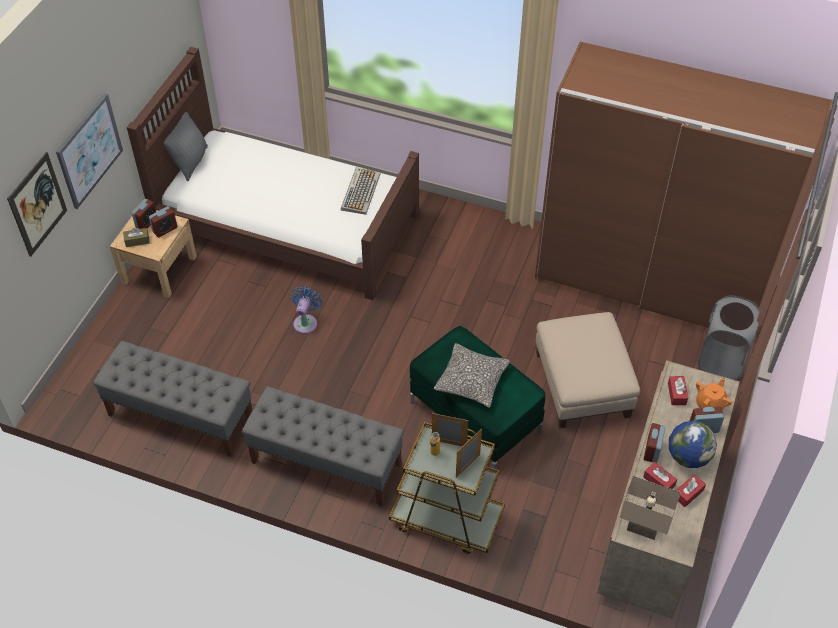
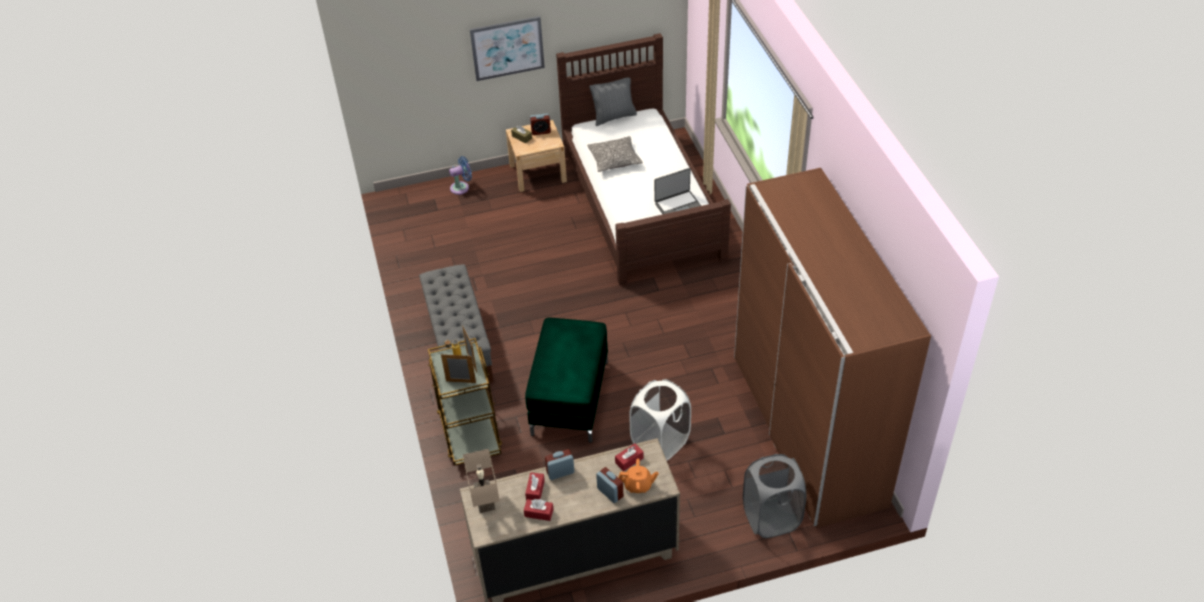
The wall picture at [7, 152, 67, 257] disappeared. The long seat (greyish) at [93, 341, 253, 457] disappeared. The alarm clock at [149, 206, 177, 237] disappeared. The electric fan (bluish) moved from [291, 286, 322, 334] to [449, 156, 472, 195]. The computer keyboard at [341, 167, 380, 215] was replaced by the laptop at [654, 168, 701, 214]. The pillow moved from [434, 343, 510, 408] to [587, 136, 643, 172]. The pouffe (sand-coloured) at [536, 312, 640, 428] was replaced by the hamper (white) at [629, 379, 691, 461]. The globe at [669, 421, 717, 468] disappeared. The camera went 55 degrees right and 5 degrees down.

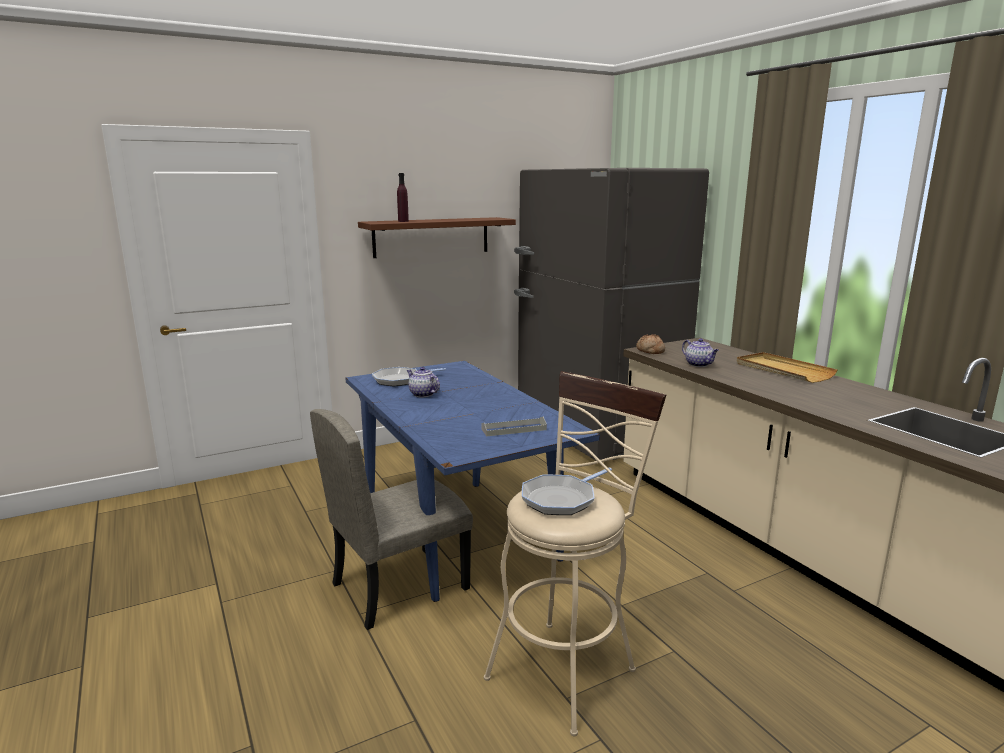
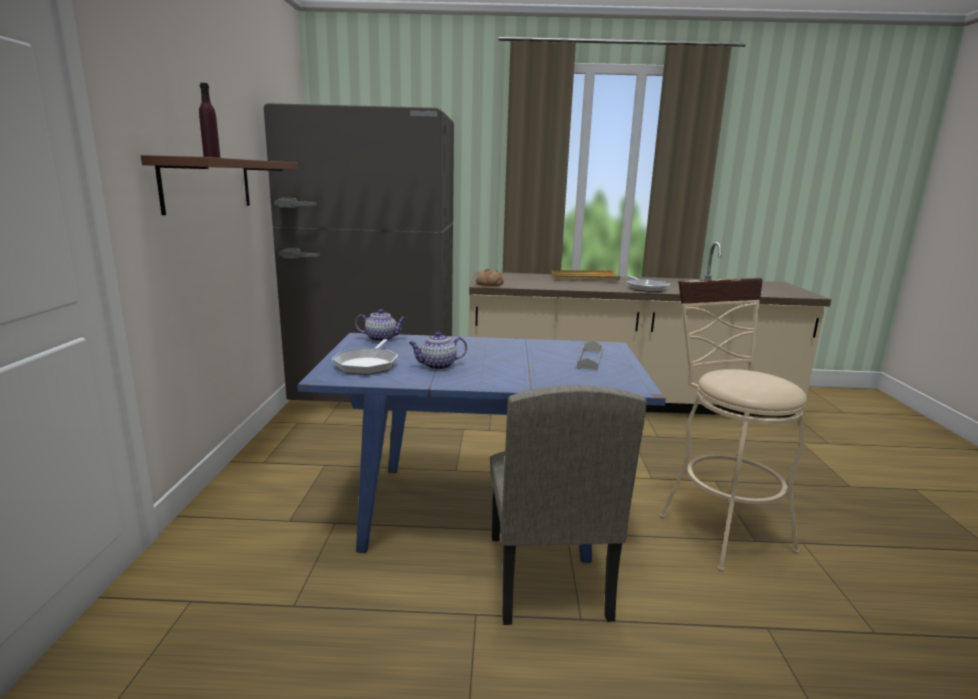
The frying pan moved from [522, 467, 612, 515] to [627, 275, 670, 292]. The teapot moved from [682, 338, 719, 367] to [355, 309, 406, 342]. The camera went 60 degrees left and 0 degrees up.

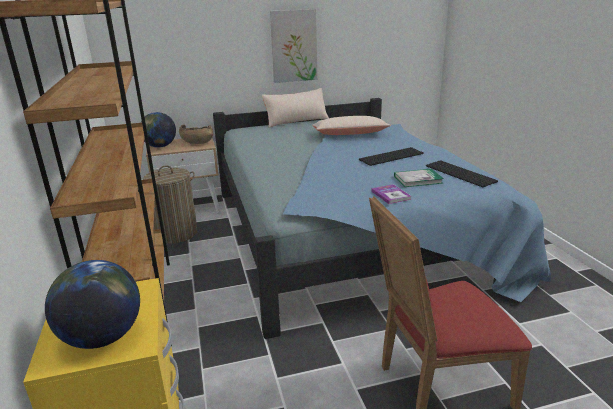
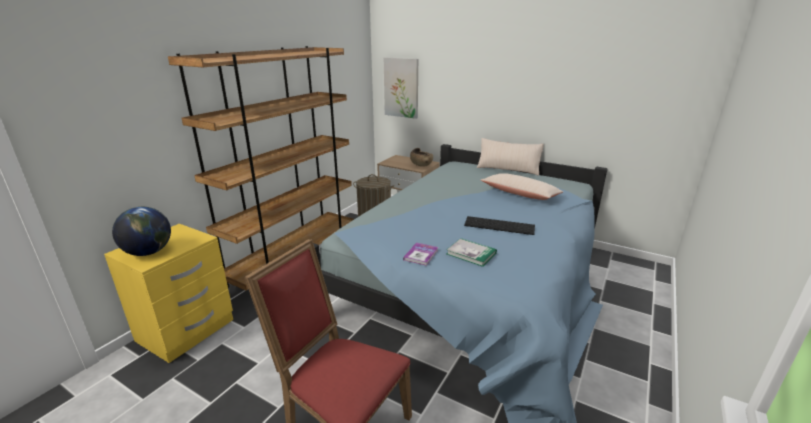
The globe at [140, 112, 176, 148] disappeared. The wall picture moved from [270, 9, 317, 83] to [384, 58, 418, 119]. The computer keyboard at [426, 160, 498, 187] disappeared. The camera went 45 degrees right and 0 degrees up.

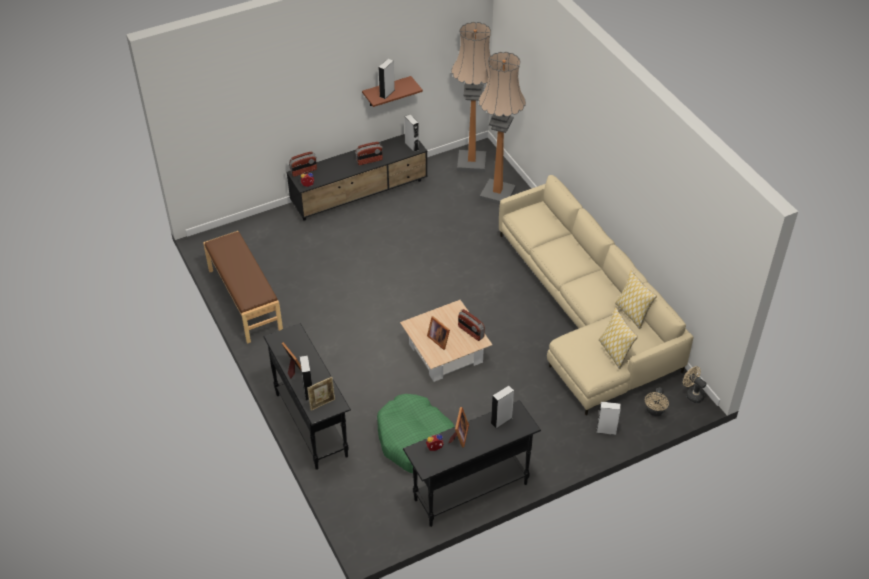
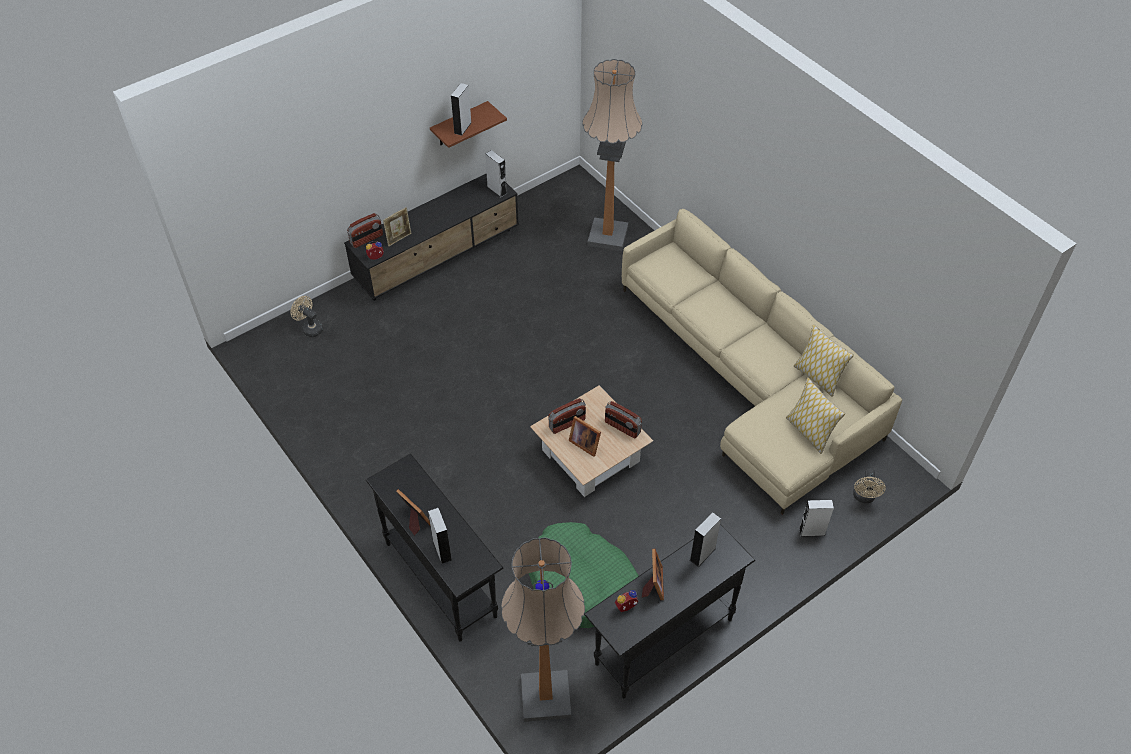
The long seat (brown-coloured) at [203, 231, 283, 344] disappeared. The photo frame moved from [307, 377, 335, 411] to [383, 207, 411, 246]. The radio moved from [355, 142, 383, 165] to [548, 398, 586, 434]. The standard lamp moved from [451, 22, 491, 173] to [501, 538, 585, 722]. The electric fan (sand-coloured) moved from [683, 366, 706, 403] to [290, 296, 323, 337]. The camera went 10 degrees left and 5 degrees up.

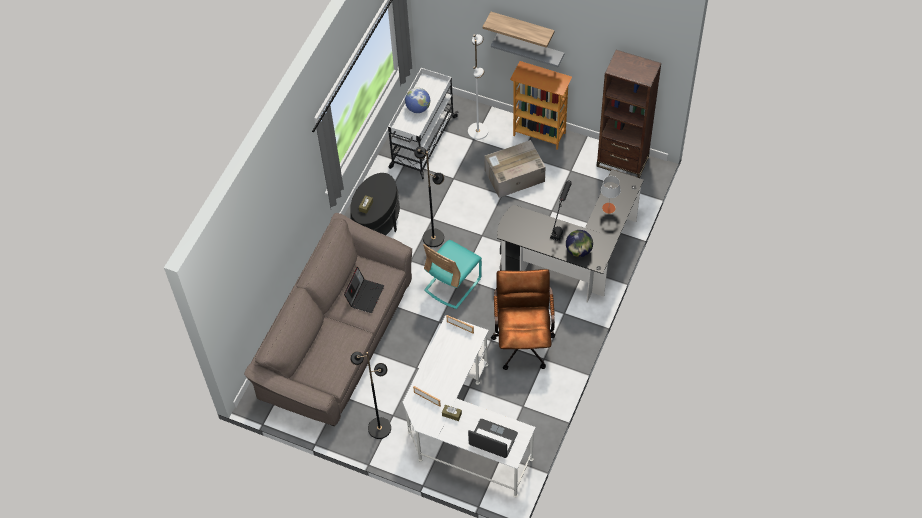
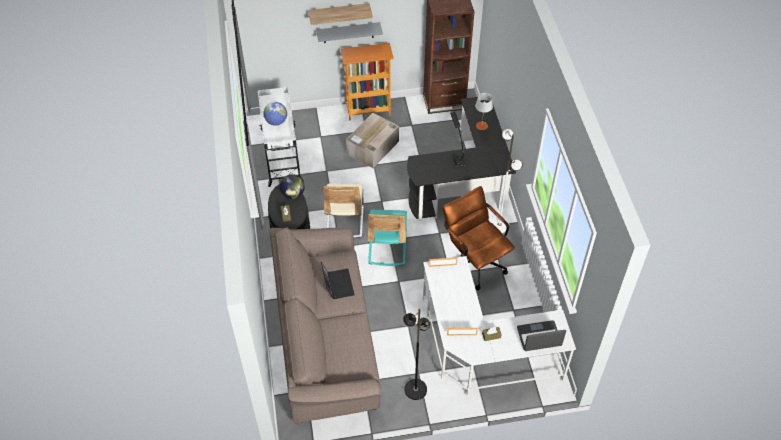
The standard lamp (black-coloured) at [414, 147, 444, 247] was replaced by the chair (sand-coloured) at [323, 183, 364, 238]. The standard lamp (white) moved from [468, 34, 488, 140] to [490, 129, 523, 233]. The globe moved from [566, 230, 593, 257] to [280, 174, 305, 199]. The camera went 35 degrees left and 5 degrees down.

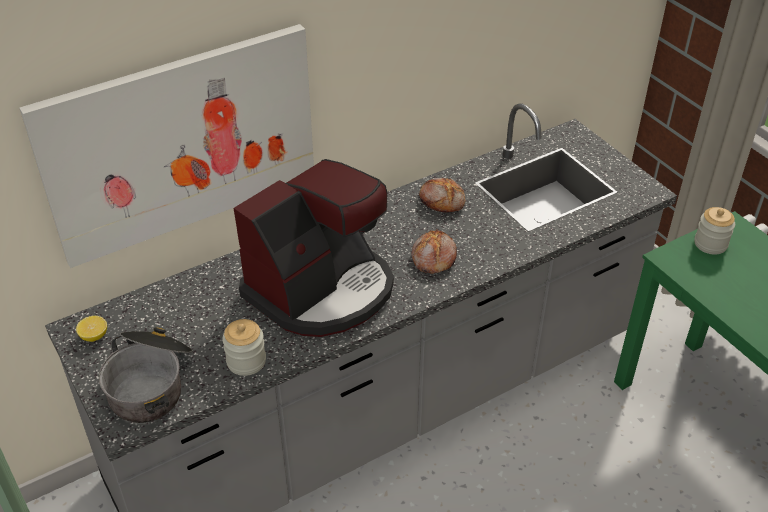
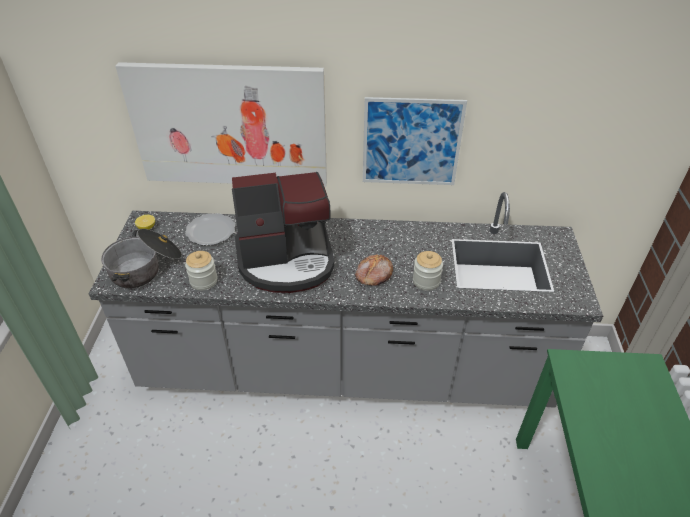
The bakery bread at [419, 178, 465, 213] disappeared. The storage jar moved from [695, 207, 735, 255] to [413, 251, 443, 291]. The plate at [185, 213, 235, 245] appeared. The wall picture at [363, 97, 467, 185] appeared. The camera went 35 degrees right and 0 degrees up.

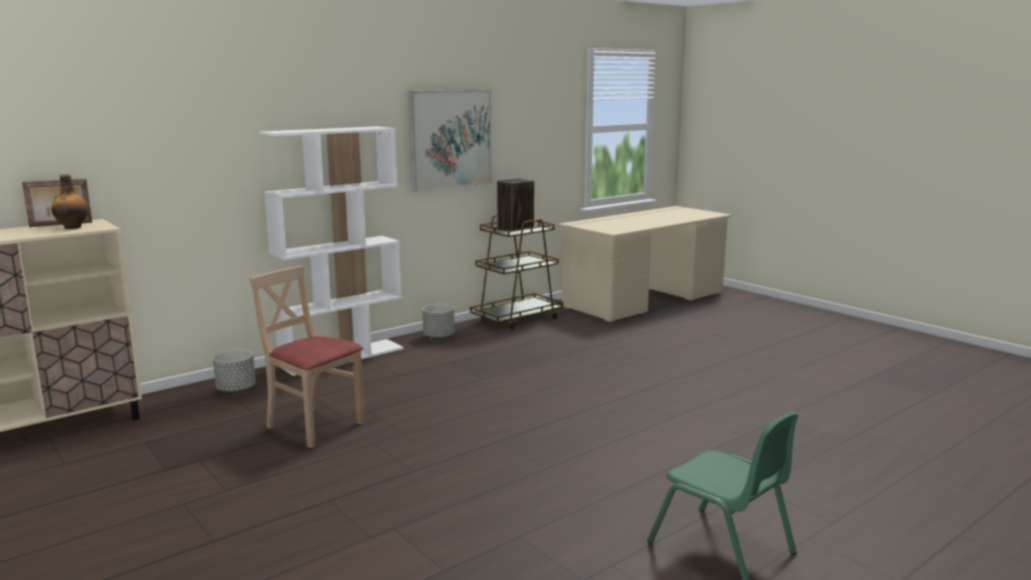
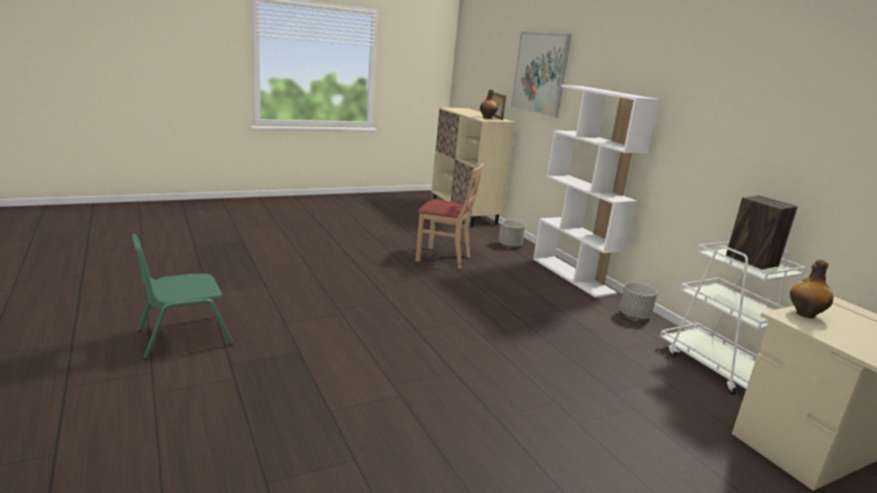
The chair (sand-coloured) at [250, 266, 365, 448] turned 60 degrees clockwise. The wall picture moved from [408, 90, 492, 192] to [511, 32, 571, 118]. The cart (brown-coloured) at [470, 215, 563, 330] became the cart (white) at [660, 241, 806, 395]. The beverage bottle at [790, 260, 833, 318] appeared. The camera went 100 degrees right and 5 degrees up.

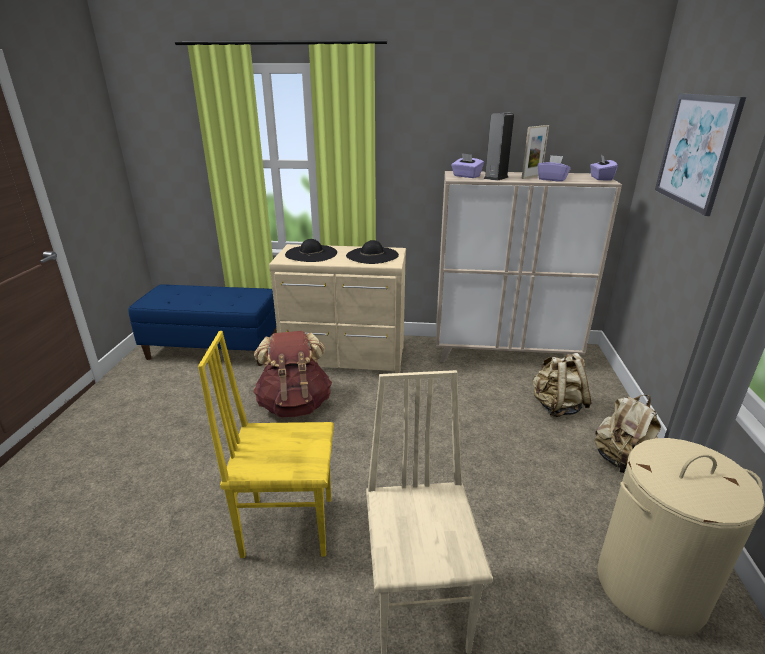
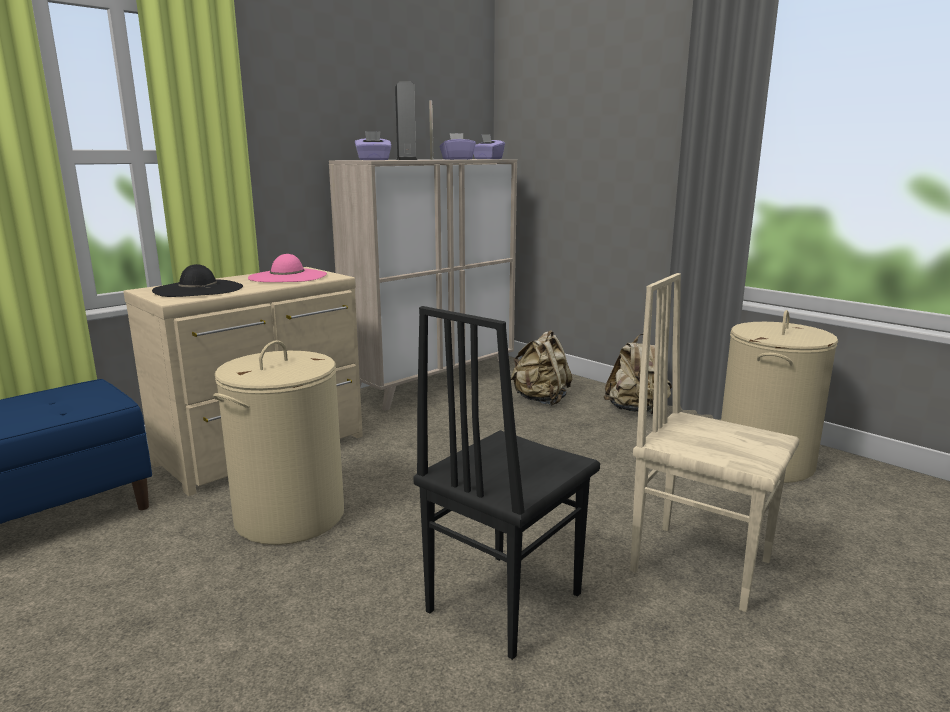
The chair (yellow) at [198, 331, 334, 558] became the chair (black-coloured) at [413, 306, 600, 660]. The backpack (brown-coloured) at [253, 331, 332, 417] was replaced by the hamper (sand-coloured) at [213, 340, 344, 545]. The hat (black-coloured) at [346, 240, 399, 264] became the hat (pinkish) at [248, 254, 327, 282]. The wall picture at [655, 93, 746, 216] disappeared. The camera went 50 degrees left and 10 degrees down.

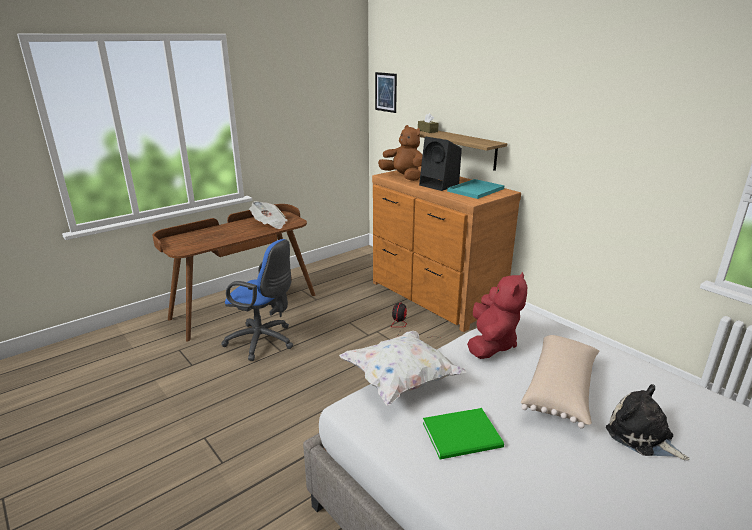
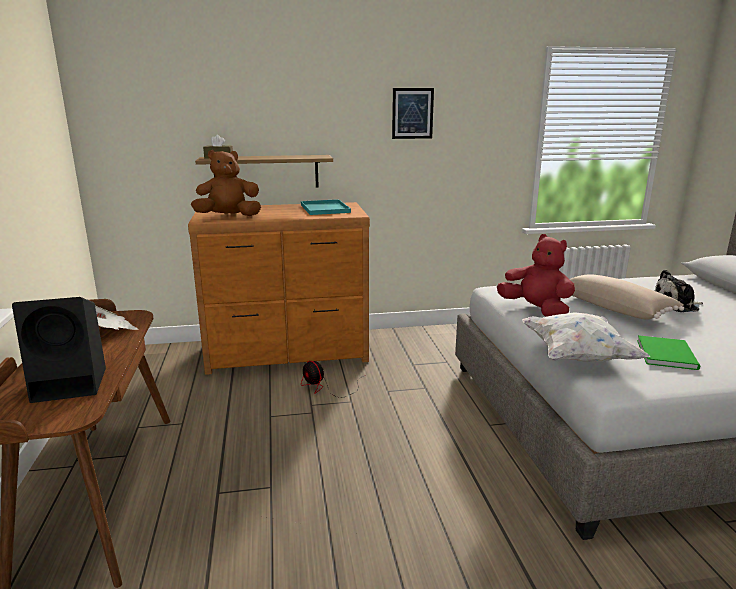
The desk chair (bluish) at [222, 239, 293, 361] disappeared. The wall picture moved from [375, 72, 397, 113] to [392, 88, 434, 139]. The audio speaker (black-coloured) moved from [419, 136, 462, 191] to [12, 297, 106, 403]. The camera went 60 degrees left and 5 degrees down.

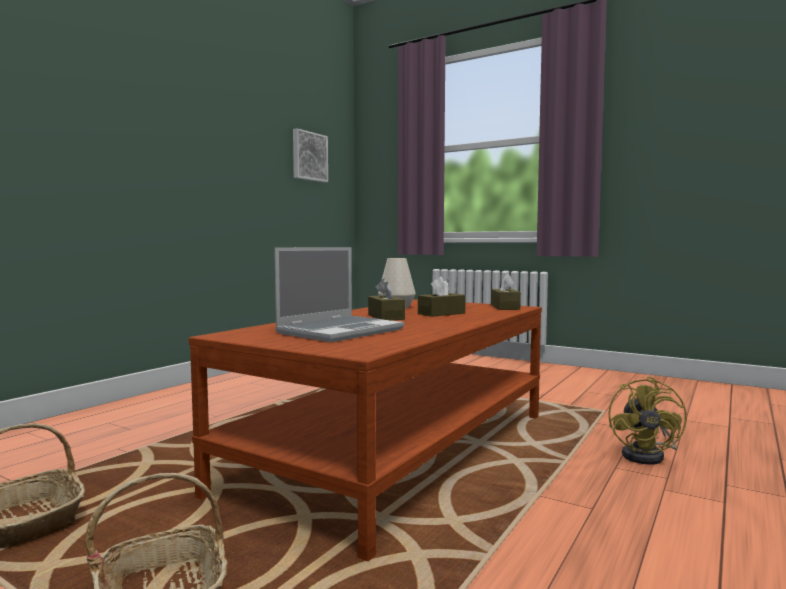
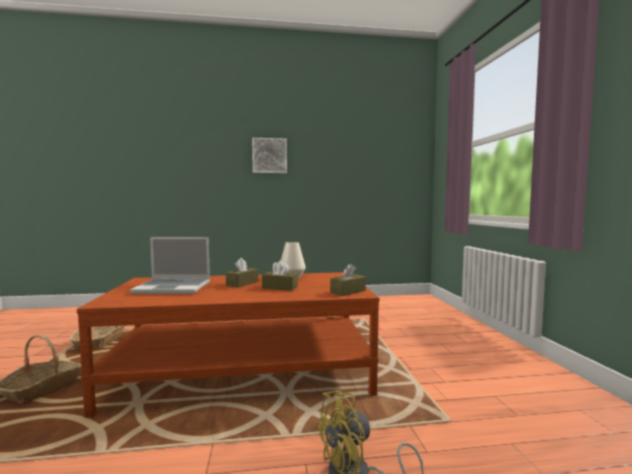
The wall picture moved from [293, 128, 328, 182] to [252, 138, 287, 173]. The camera went 50 degrees right and 0 degrees up.

